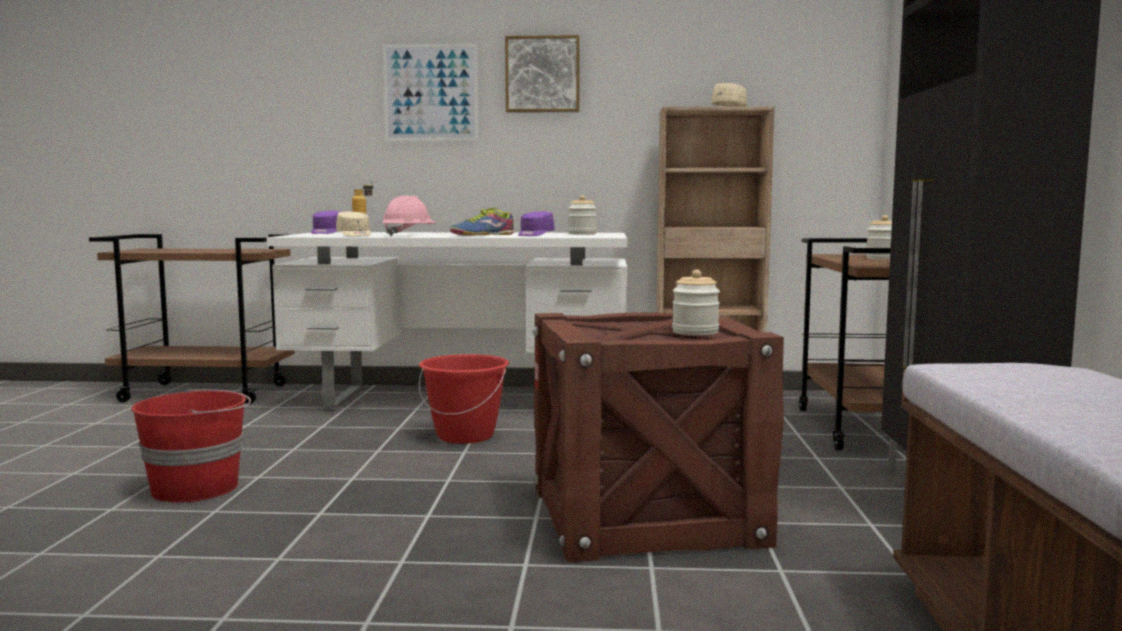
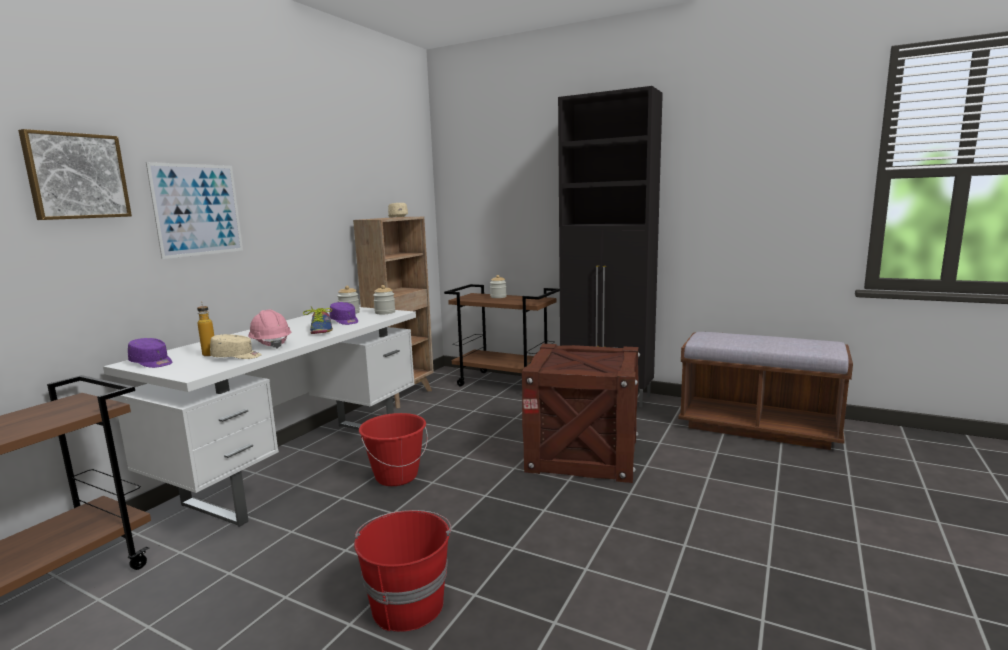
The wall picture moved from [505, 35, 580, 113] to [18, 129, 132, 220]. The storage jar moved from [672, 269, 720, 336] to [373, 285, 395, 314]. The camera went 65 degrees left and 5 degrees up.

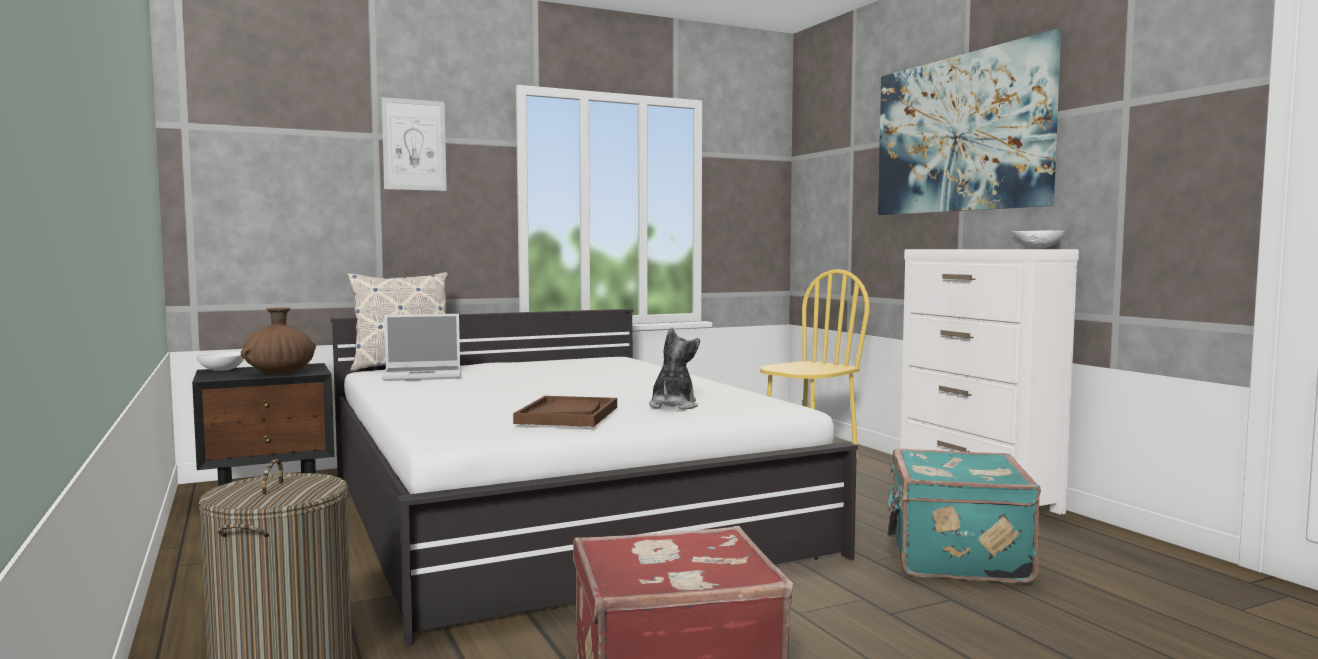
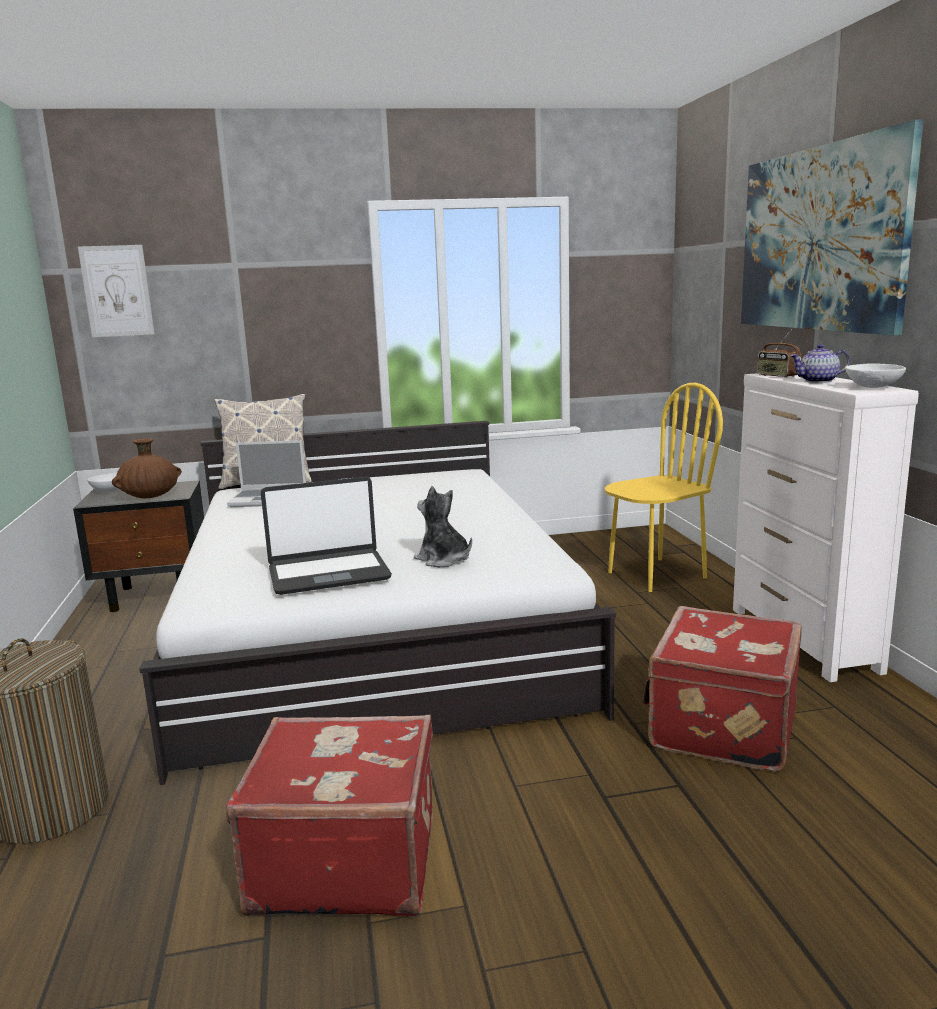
The wall picture moved from [381, 97, 447, 191] to [78, 245, 155, 337]. The carrying tray (brown-coloured) at [513, 396, 617, 427] was replaced by the laptop at [261, 477, 392, 595]. The plush toy at [649, 327, 700, 410] turned 75 degrees counterclockwise. The suitcase (turquoise) at [887, 448, 1041, 583] became the suitcase (red-coloured) at [643, 606, 802, 772]. The radio at [757, 330, 802, 378] appeared. The teapot at [790, 344, 850, 383] appeared. The camera went 15 degrees right and 10 degrees up.

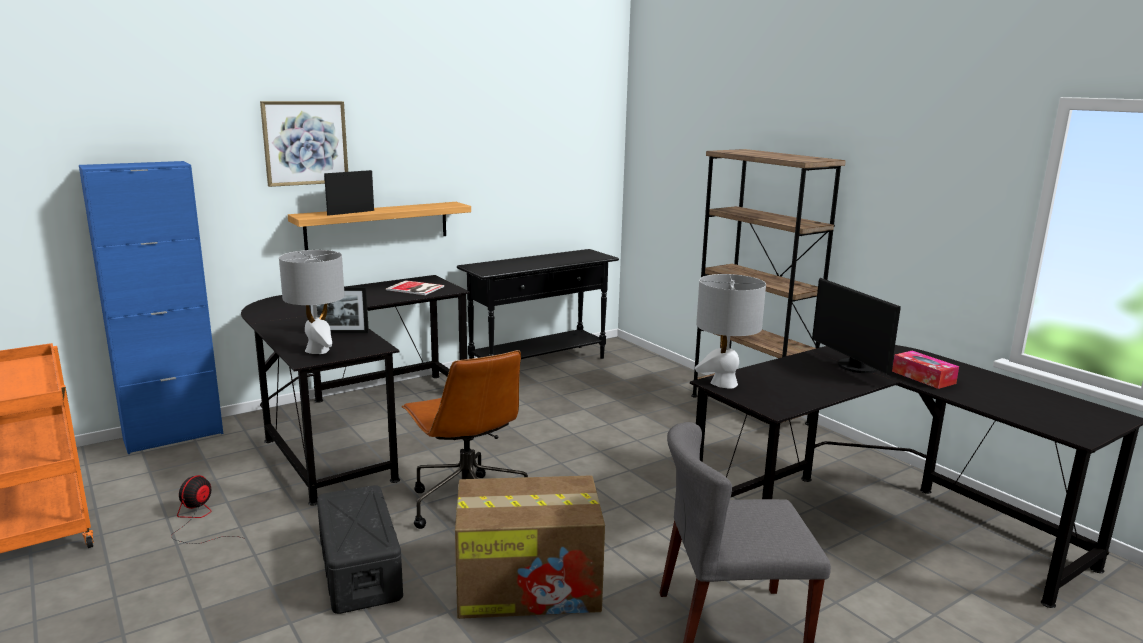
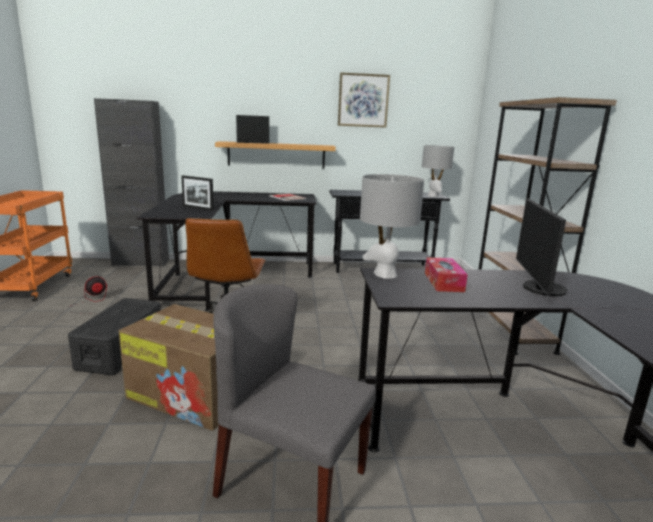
The cupboard (bluish) at [79, 161, 223, 454] became the cupboard (black-coloured) at [94, 98, 169, 267]. The wall picture moved from [260, 101, 348, 187] to [338, 72, 390, 128]. The table lamp (greyish) moved from [279, 250, 345, 354] to [422, 145, 454, 197]. The tissue box moved from [892, 351, 959, 389] to [425, 257, 468, 292]. The camera went 30 degrees right and 0 degrees up.

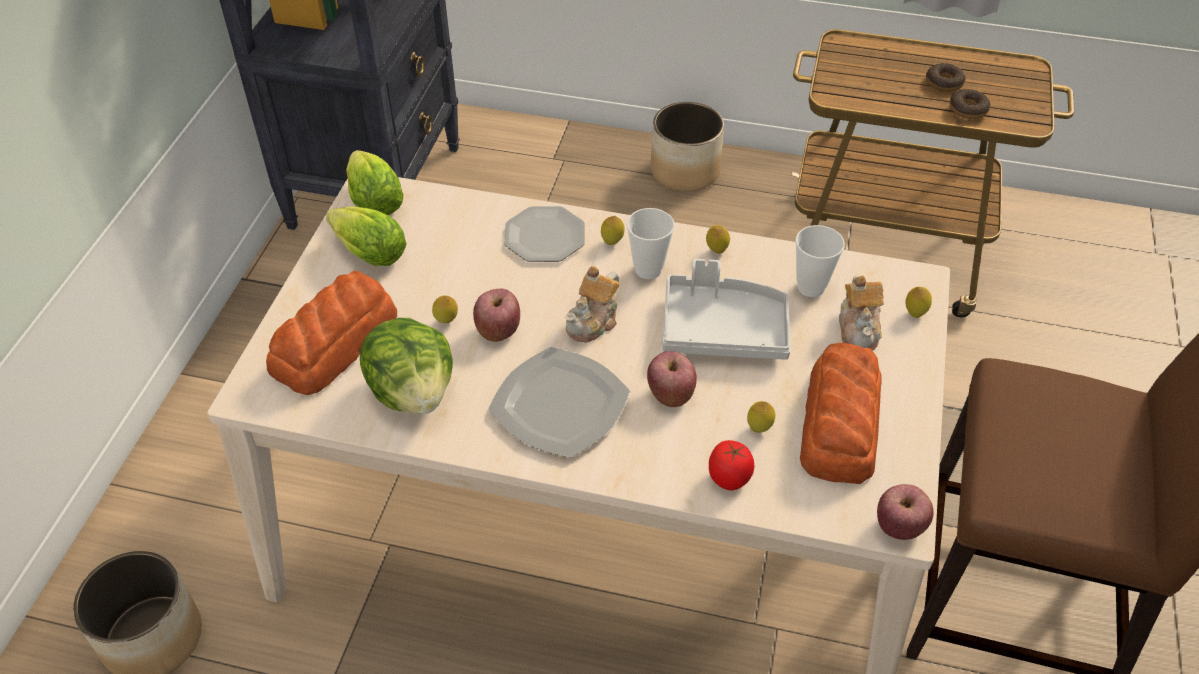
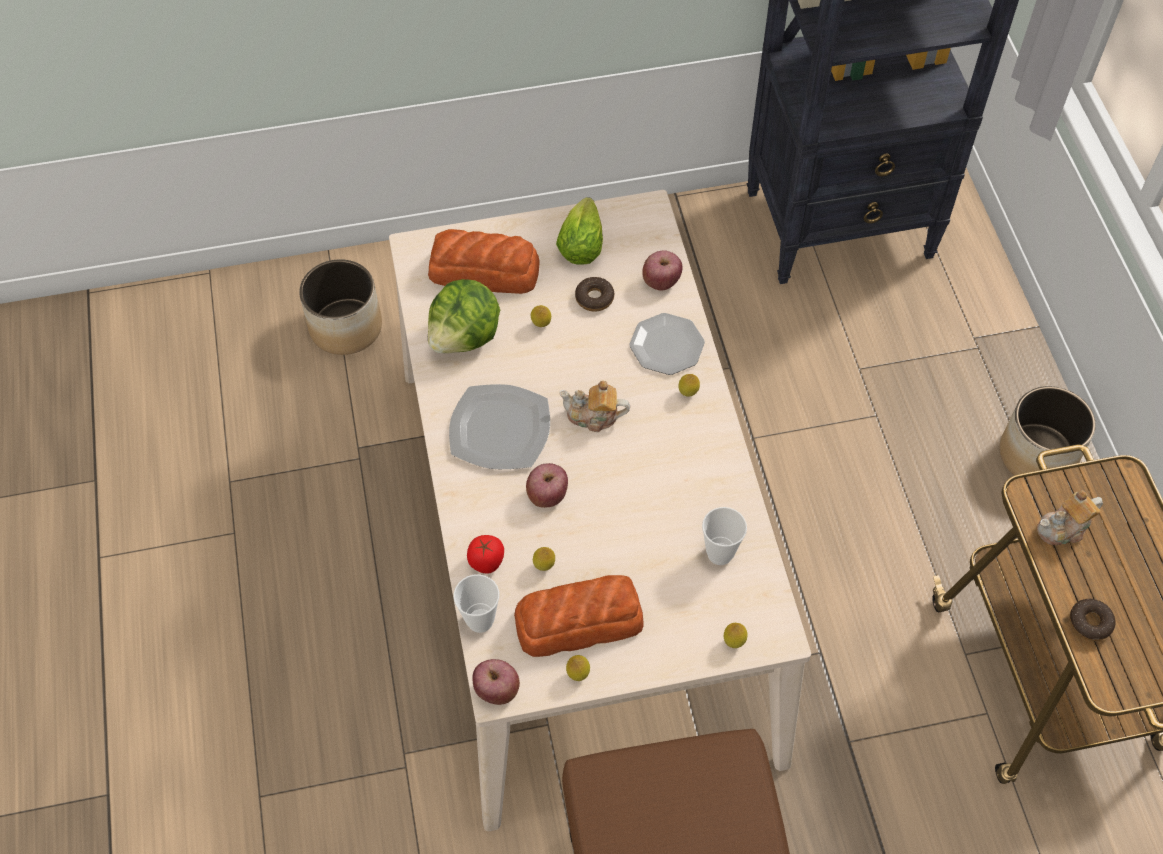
The lettuce at [346, 150, 404, 215] disappeared. The apple fruit moved from [473, 289, 520, 342] to [642, 250, 683, 290]. The drinking cup moved from [627, 208, 675, 279] to [454, 574, 499, 633]. The carrying tray (greyish) at [663, 259, 791, 360] disappeared. The whole lemon moved from [706, 225, 730, 254] to [566, 655, 590, 681]. The teapot moved from [839, 275, 884, 351] to [1037, 490, 1103, 545]. The doughnut moved from [926, 63, 965, 92] to [575, 277, 614, 312]. The camera went 65 degrees right and 10 degrees up.

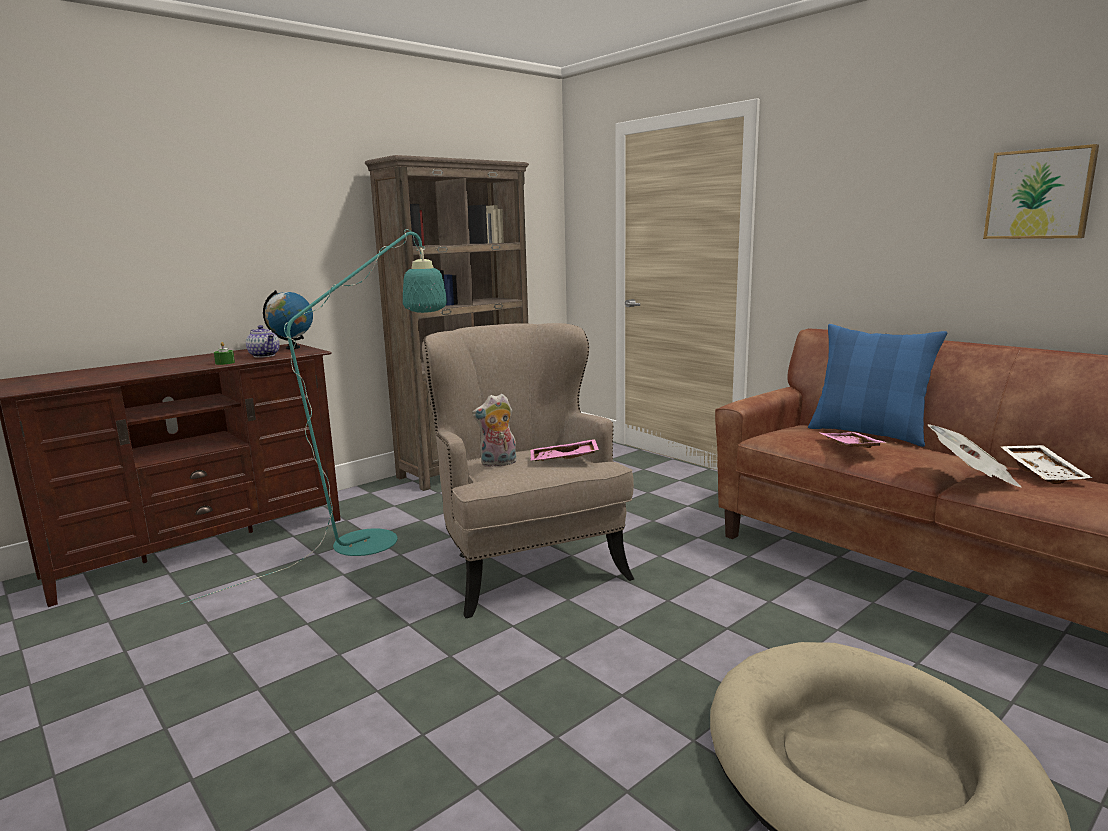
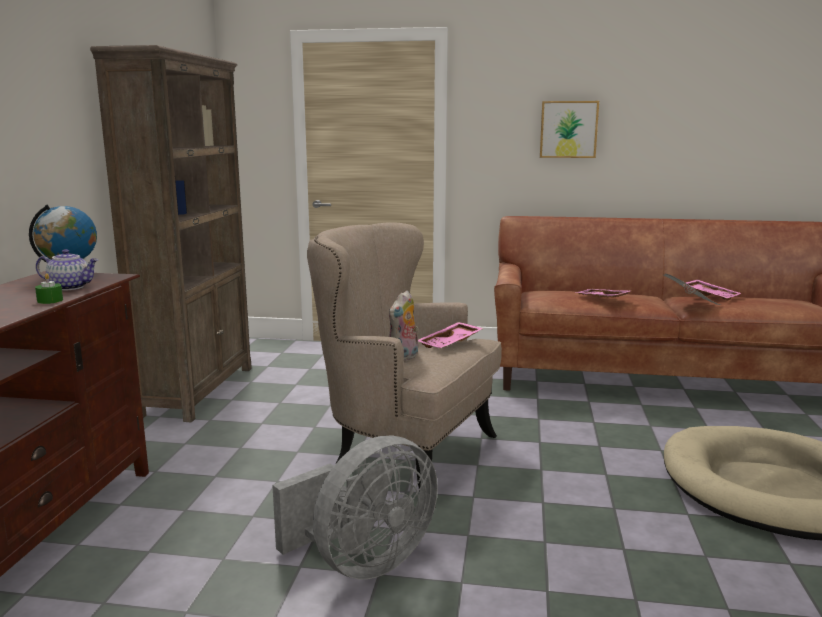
The standard lamp (turquoise) at [180, 229, 447, 605] disappeared. The pillow (bluish) at [808, 324, 947, 447] disappeared. The wall picture moved from [983, 144, 1099, 239] to [540, 101, 599, 158]. The carrying tray (white) at [1000, 445, 1092, 484] became the carrying tray (pinkish) at [686, 279, 741, 301]. The electric fan (greyish) at [272, 435, 438, 580] appeared. The camera went 40 degrees left and 0 degrees up.

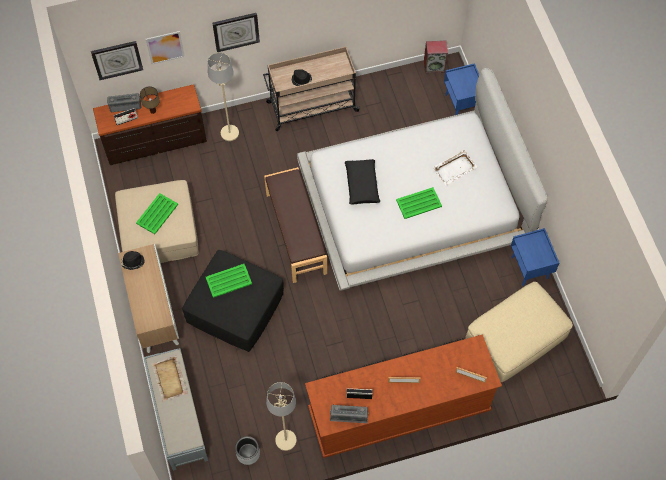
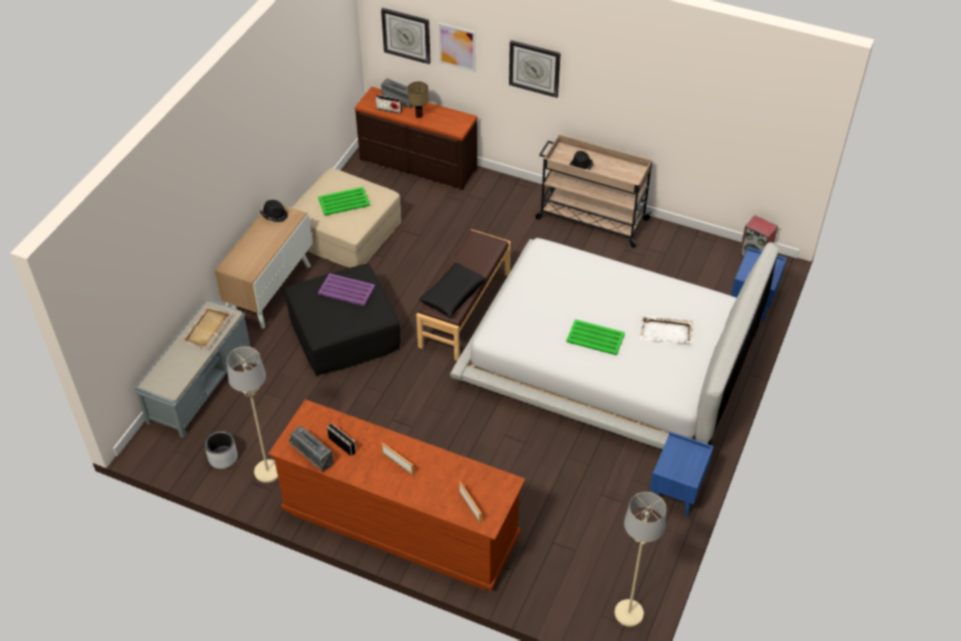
The carrying tray (greenish) at [206, 264, 252, 298] became the carrying tray (purple) at [318, 273, 375, 306]. The standard lamp (sand-coloured) moved from [208, 52, 239, 141] to [614, 492, 666, 627]. The pillow (black-coloured) moved from [345, 159, 380, 204] to [419, 263, 486, 317]. The pouffe (sand-coloured) at [465, 282, 573, 382] disappeared. The camera went 40 degrees right and 15 degrees down.

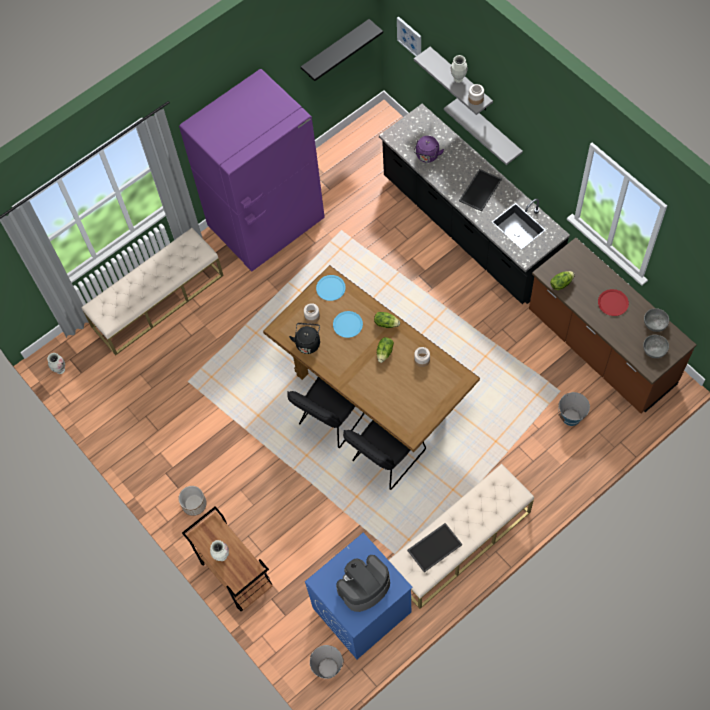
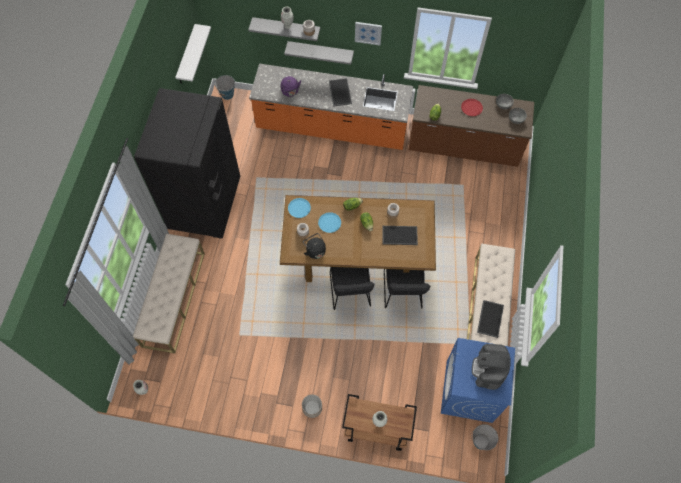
The kitchen fridge (purple) at [179, 69, 325, 272] became the kitchen fridge (black-coloured) at [134, 88, 240, 239]. The bracket shelf (black-coloured) at [301, 19, 383, 81] became the bracket shelf (white) at [175, 24, 211, 84]. The kitchen counter (black-coloured) at [379, 104, 570, 304] became the kitchen counter (orangey) at [249, 64, 413, 150]. The wall picture moved from [397, 17, 421, 57] to [355, 22, 382, 45]. The pail moved from [558, 392, 590, 426] to [215, 75, 235, 100]. The carrying tray at [382, 226, 418, 245] appeared. The camera went 45 degrees left and 0 degrees up.

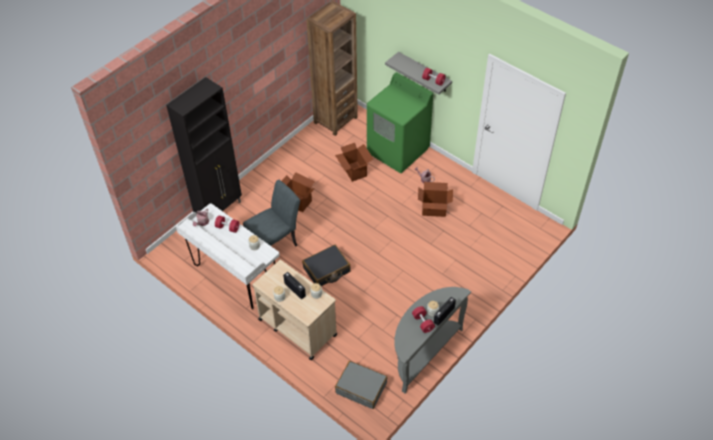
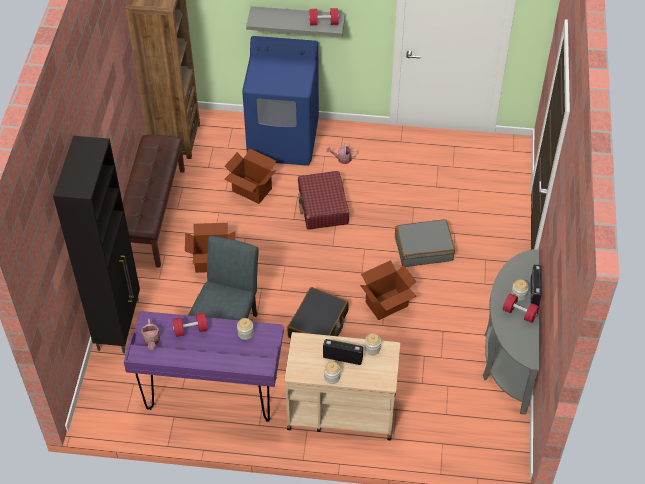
The desk unit (white) at [176, 203, 280, 309] became the desk unit (purple) at [124, 311, 284, 422]. The suitcase (greyish) moved from [335, 361, 387, 409] to [395, 219, 455, 267]. The laundry machine (greenish) at [367, 72, 433, 173] became the laundry machine (bluish) at [242, 36, 319, 166]. The cardboard box moved from [418, 182, 453, 217] to [360, 260, 417, 320]. The long seat (brown-coloured) at [123, 135, 185, 268] appeared. The suitcase (red-coloured) at [298, 171, 349, 230] appeared. The camera went 35 degrees left and 0 degrees up.

